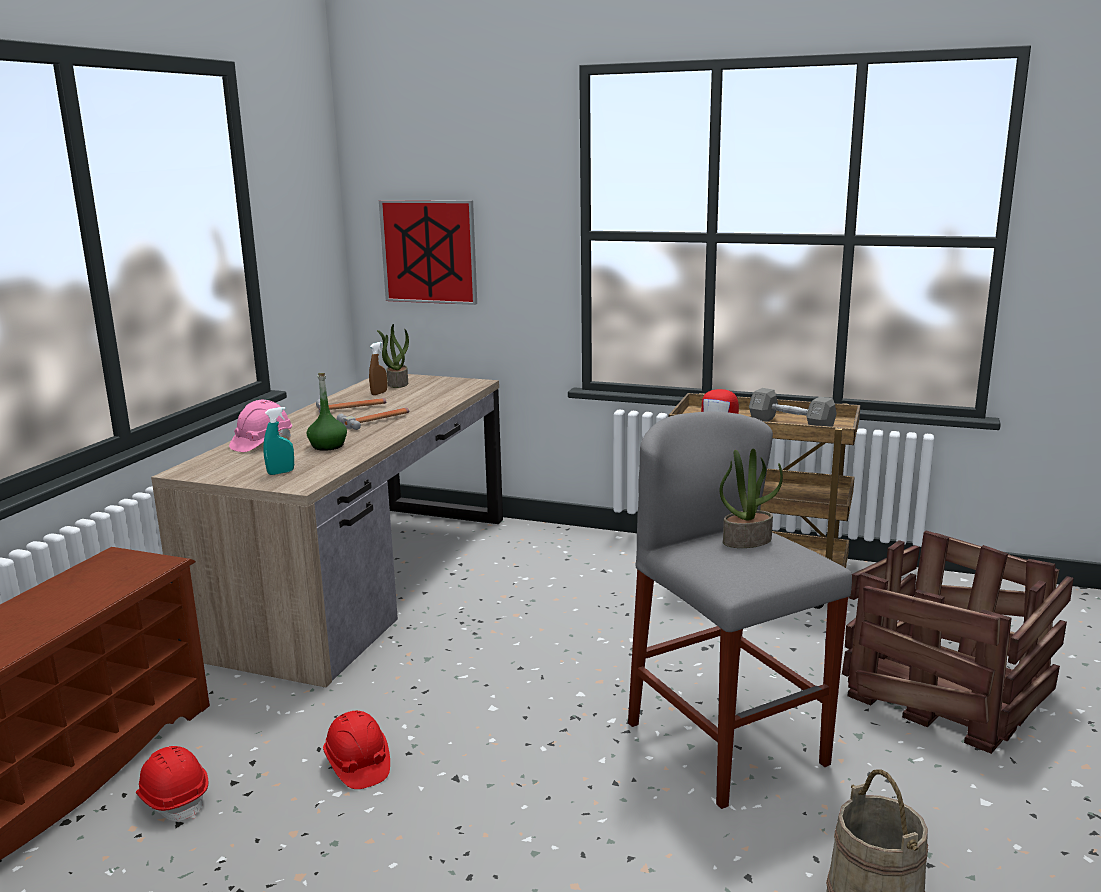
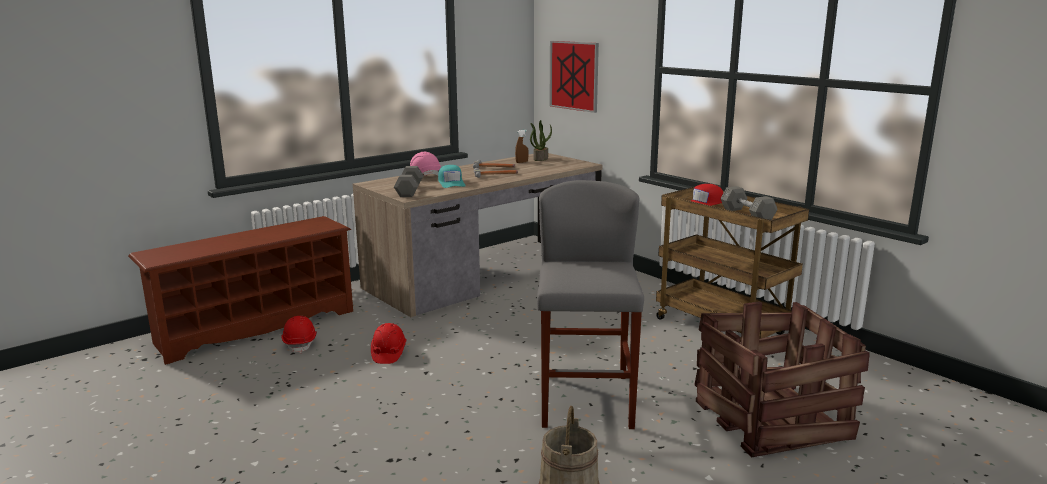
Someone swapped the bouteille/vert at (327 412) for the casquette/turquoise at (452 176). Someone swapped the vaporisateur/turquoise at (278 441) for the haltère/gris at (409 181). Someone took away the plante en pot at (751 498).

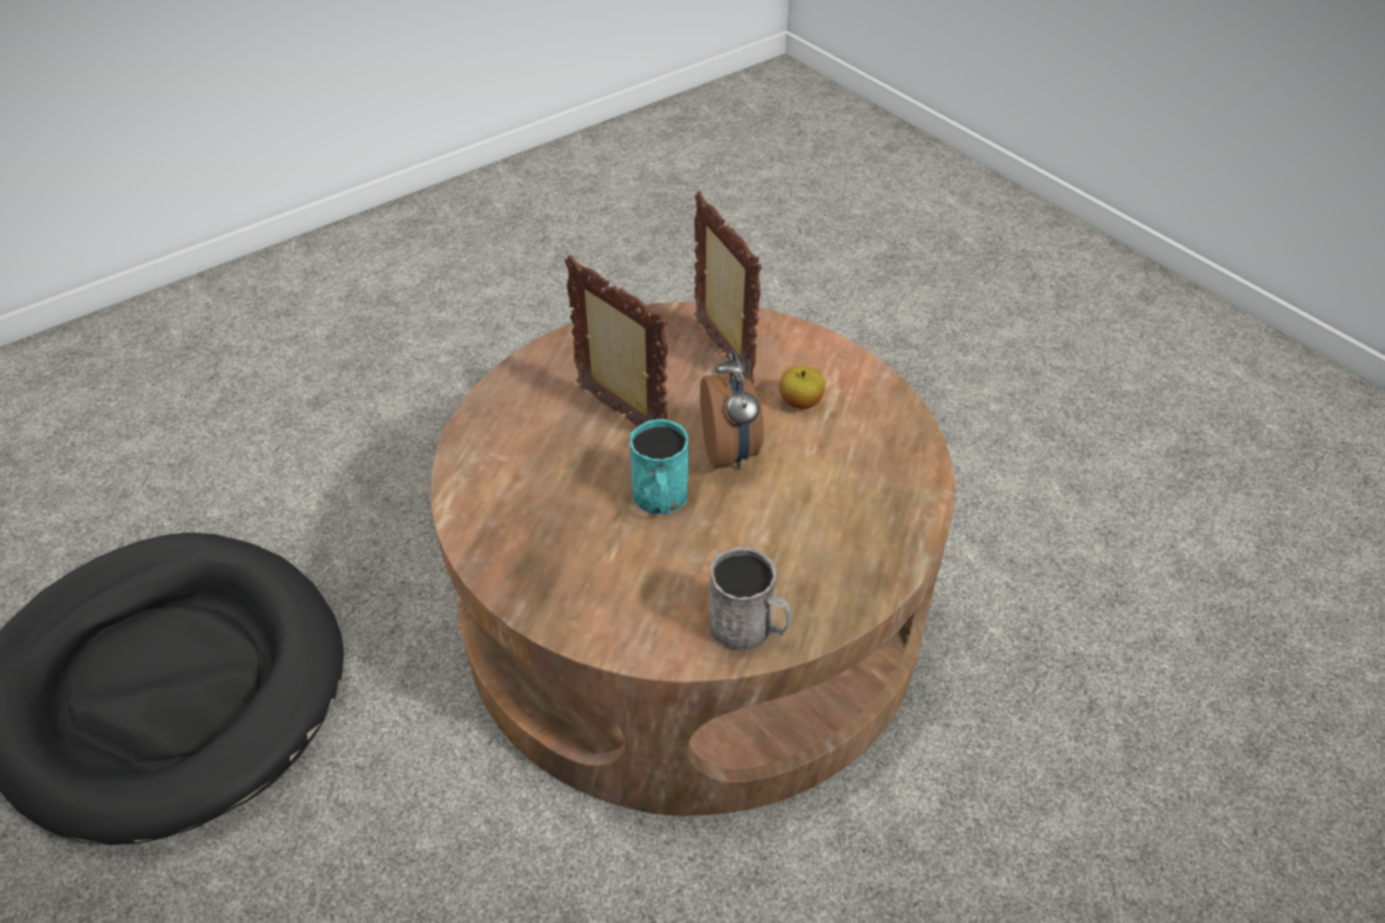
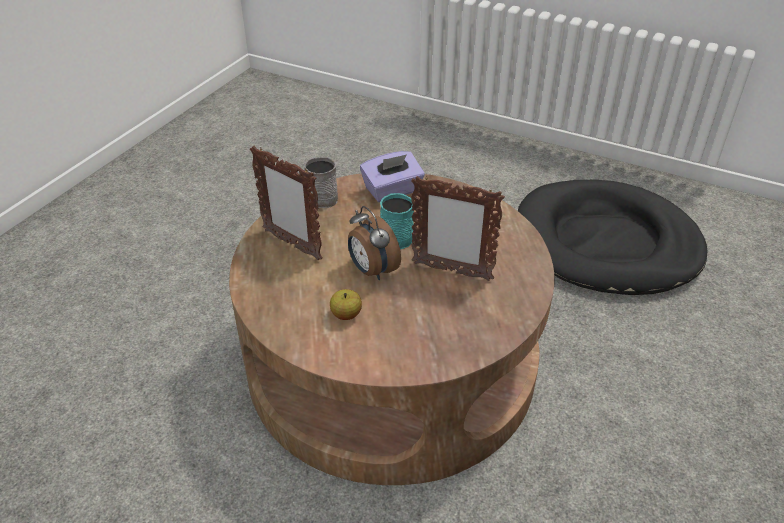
Someone carried the cadre photo from (728 287) to (286 203). Someone put down the boîte à mouchoirs/violet at (392 176).

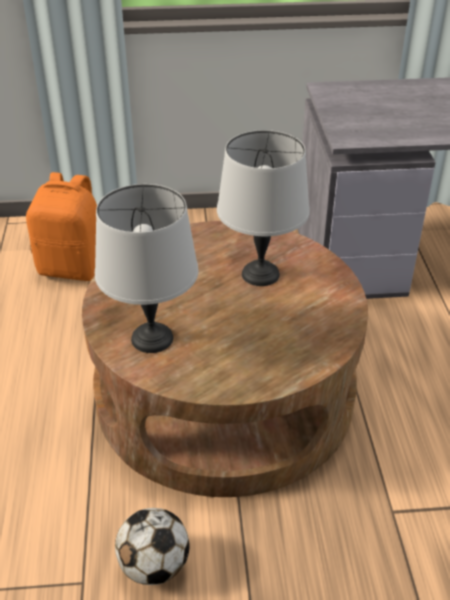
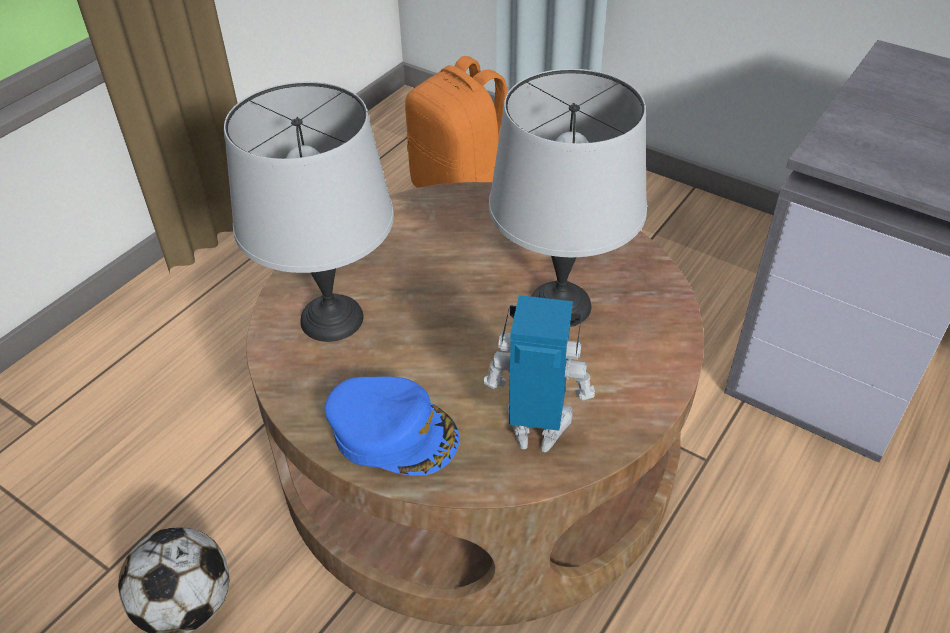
Someone put down the robot jouet at (539 373). Someone put down the casquette/bleu at (392 426).

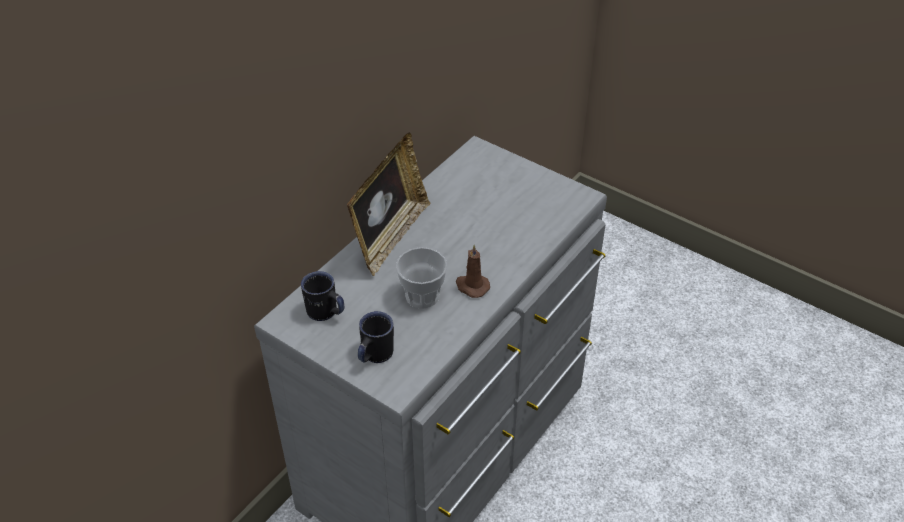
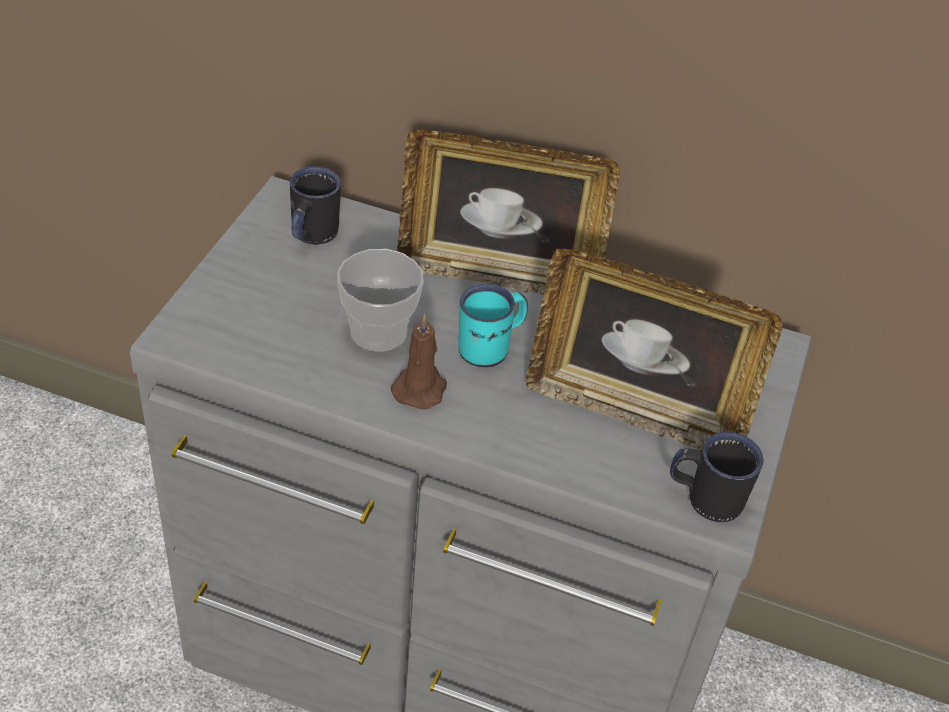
Someone carried the mug/noir from (376 337) to (717 477). Someone put down the cadre photo at (654 349). Someone put down the mug/turquoise at (493 325).

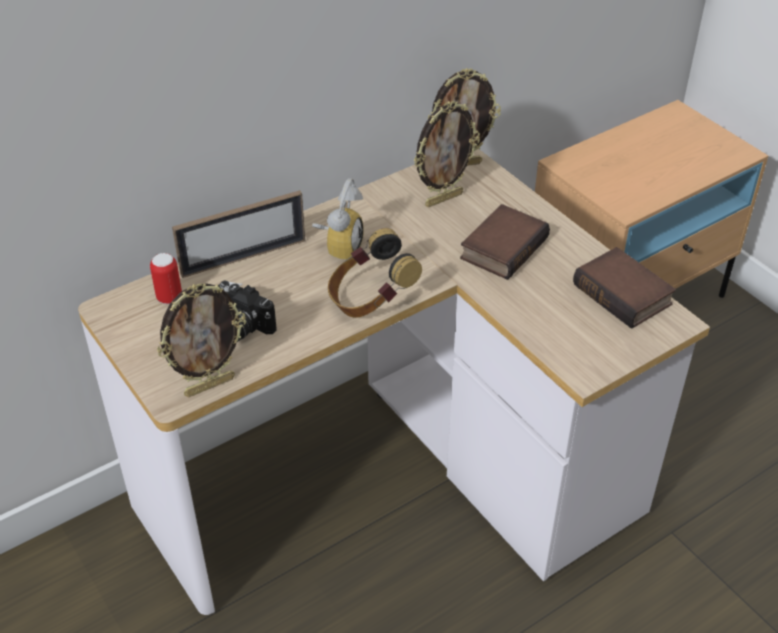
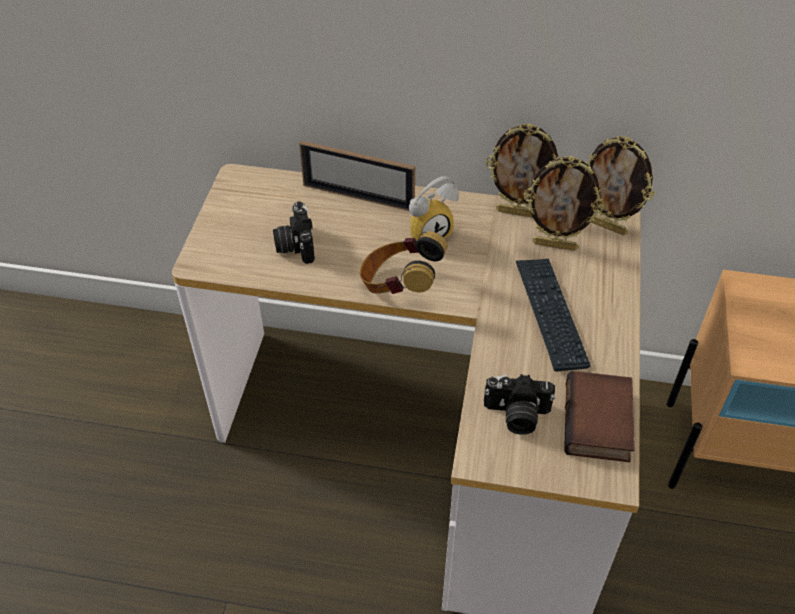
Someone swapped the livre at (505 242) for the clavier at (553 314). Someone took away the boîte métallique at (166 278). Someone carried the cadre photo from (201 340) to (522 171). Someone put down the appareil photo at (519 404).

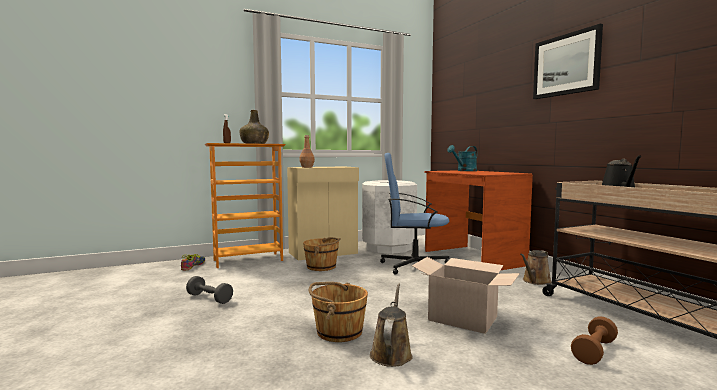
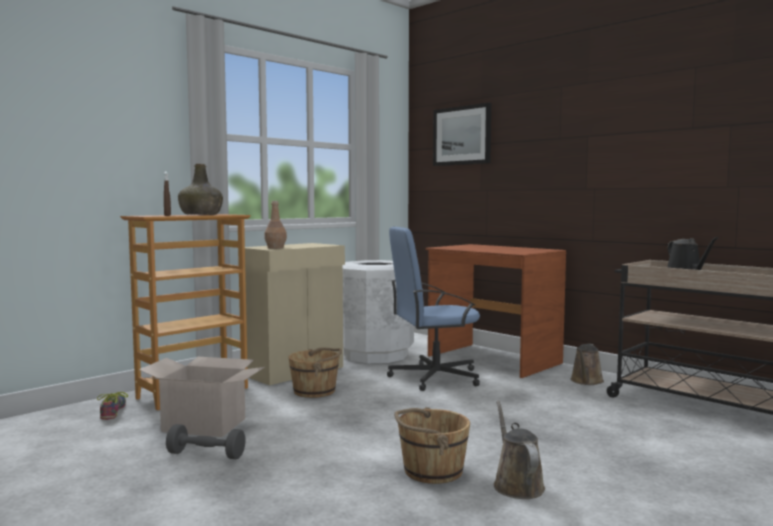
Someone carried the tableau from (568 61) to (462 134). Someone took away the arrosoir/turquoise at (462 158). Someone carried the carton from (466 295) to (201 397). Someone took away the haltère/marron at (594 340).

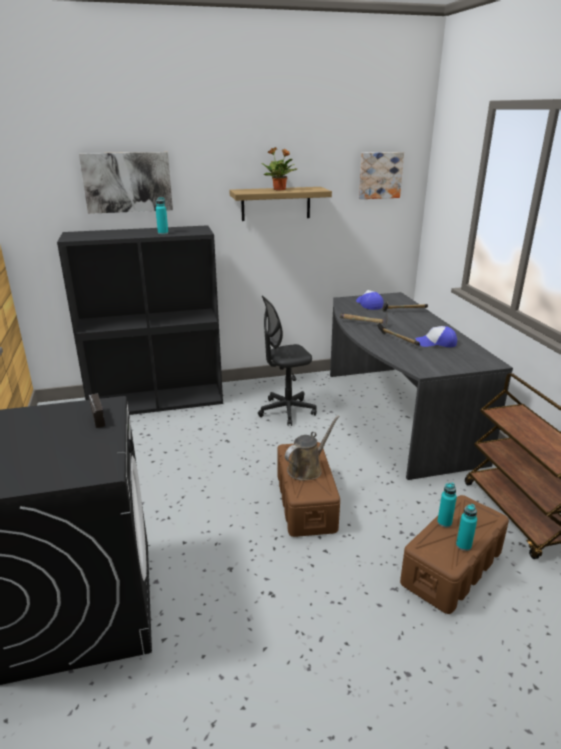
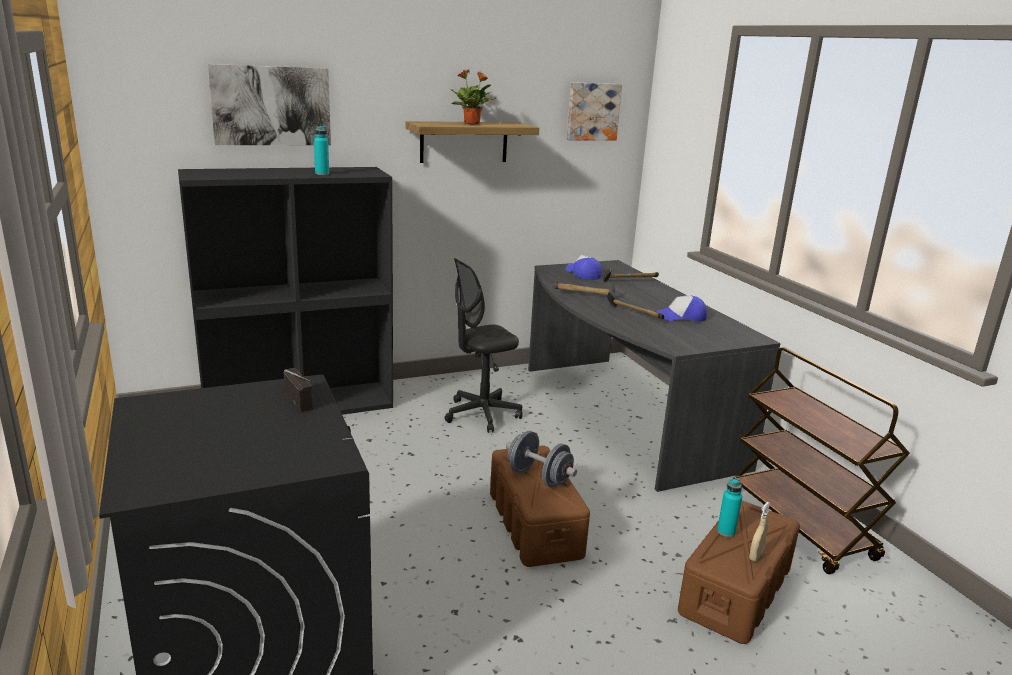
Someone swapped the arrosoir/marron at (312 448) for the haltère/gris at (541 459). Someone swapped the bouteille/turquoise at (466 527) for the vaporisateur/beige at (760 531).

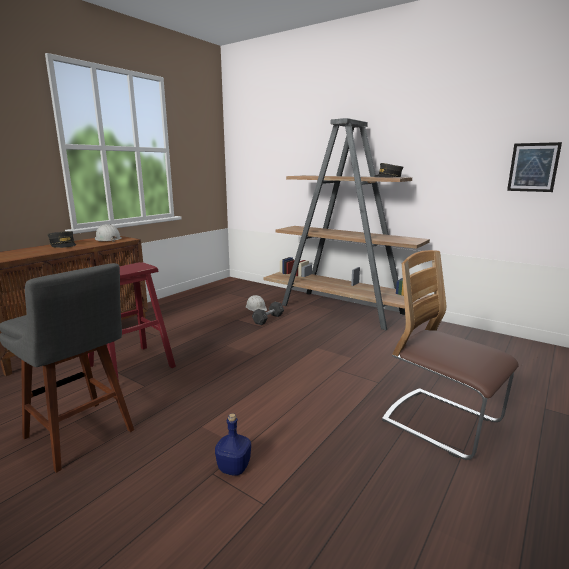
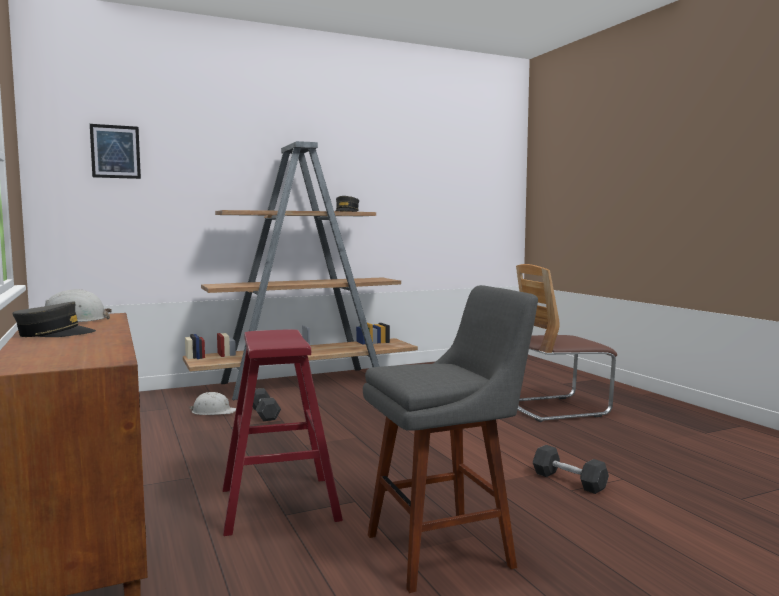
Someone carried the tableau from (534 167) to (115 151). Someone swapped the bouteille/bleu at (233 444) for the haltère/gris at (571 469).

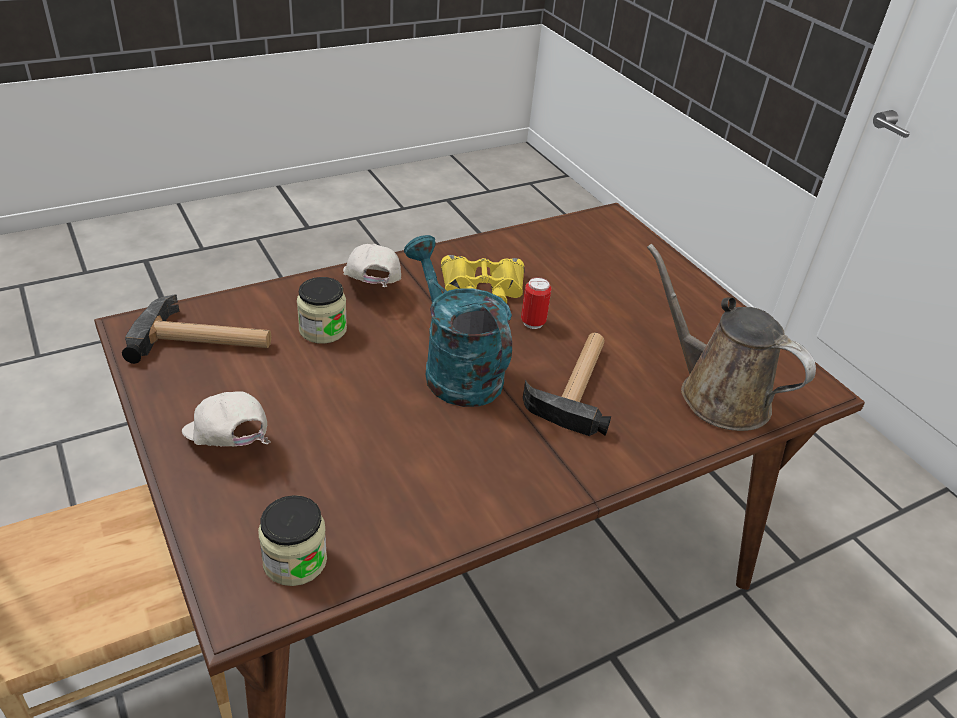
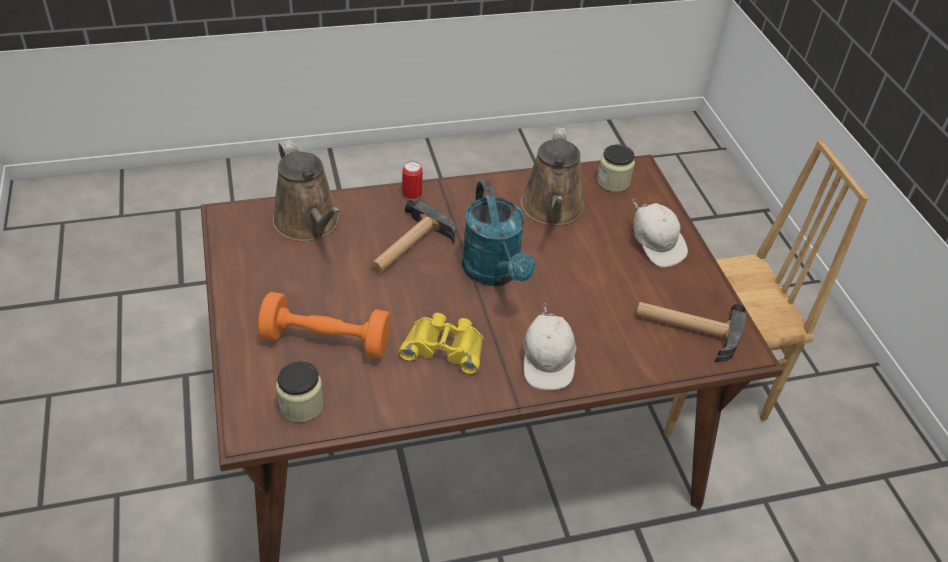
Someone carried the bocal from (322 310) to (299 391). Someone carried the boîte métallique from (536 303) to (412 181). Someone put down the arrosoir/marron at (552 176). Someone put down the haltère/orange at (324 325).

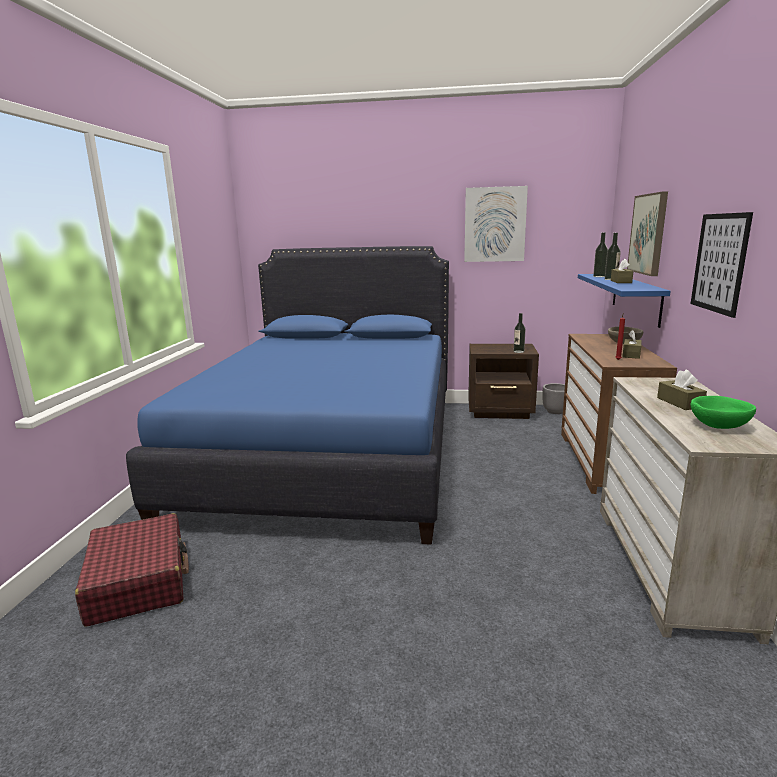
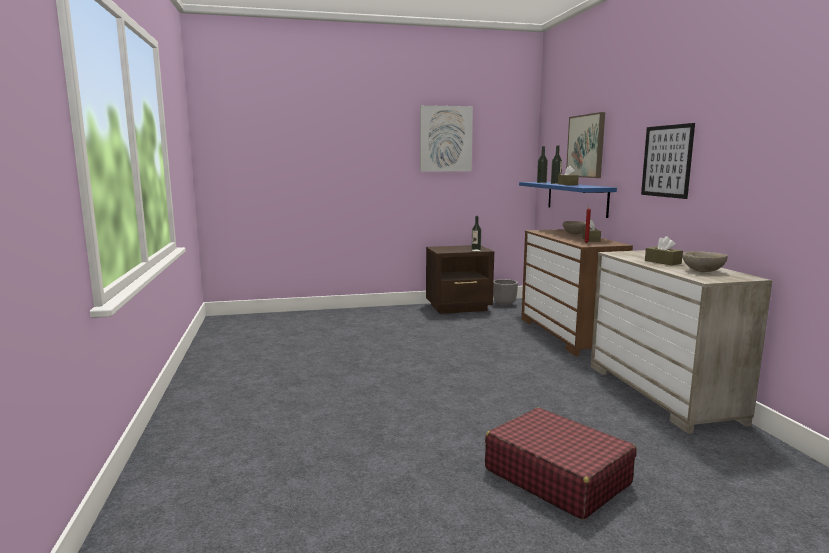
Someone took away the lit/bleu at (287 395). Someone repainted the bol/vert at (723 412), which became the bol/beige at (705 261). Someone carried the valise/rouge from (132 570) to (561 464).

